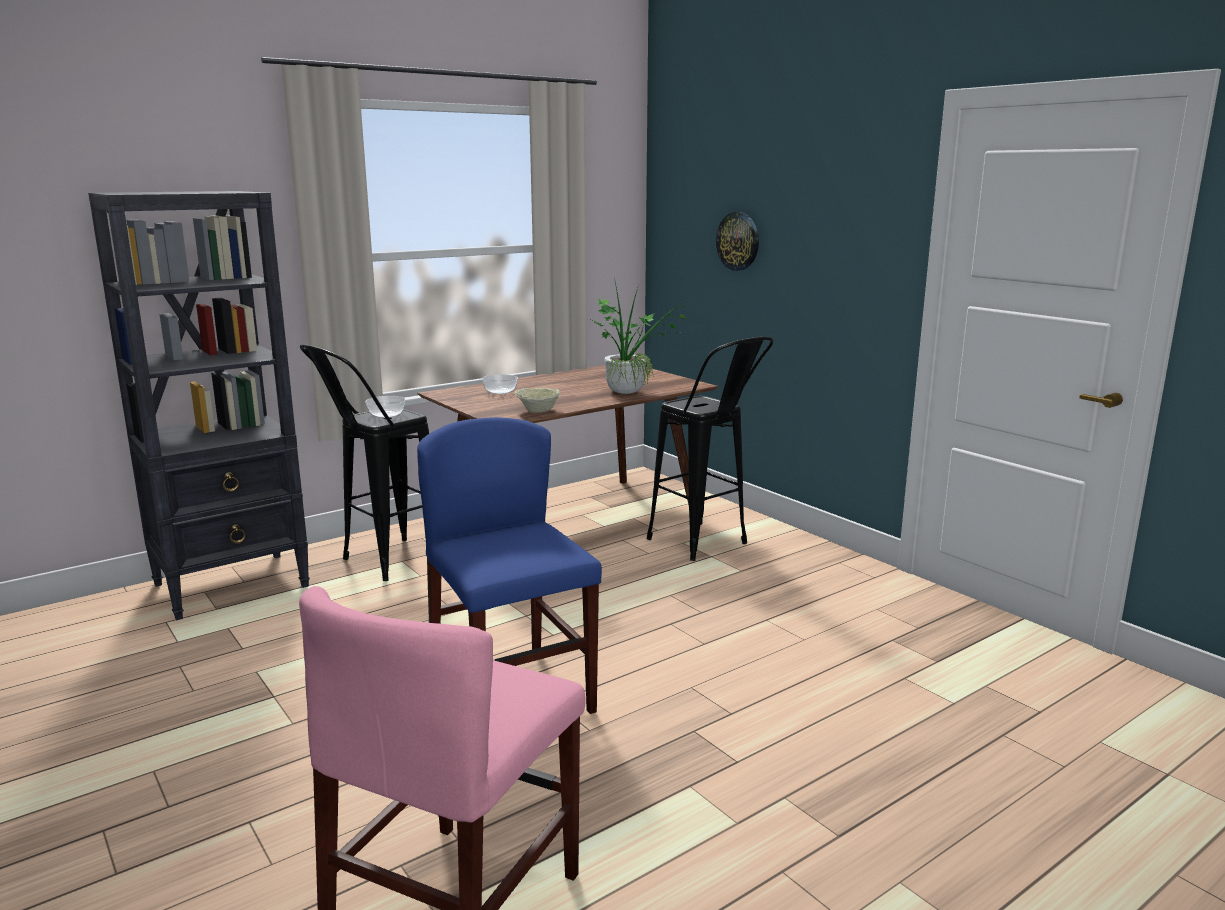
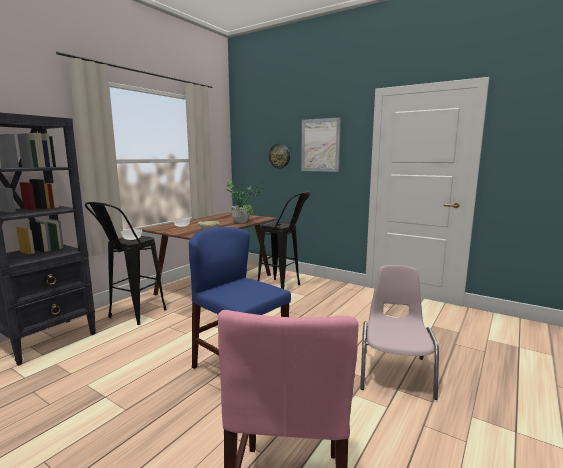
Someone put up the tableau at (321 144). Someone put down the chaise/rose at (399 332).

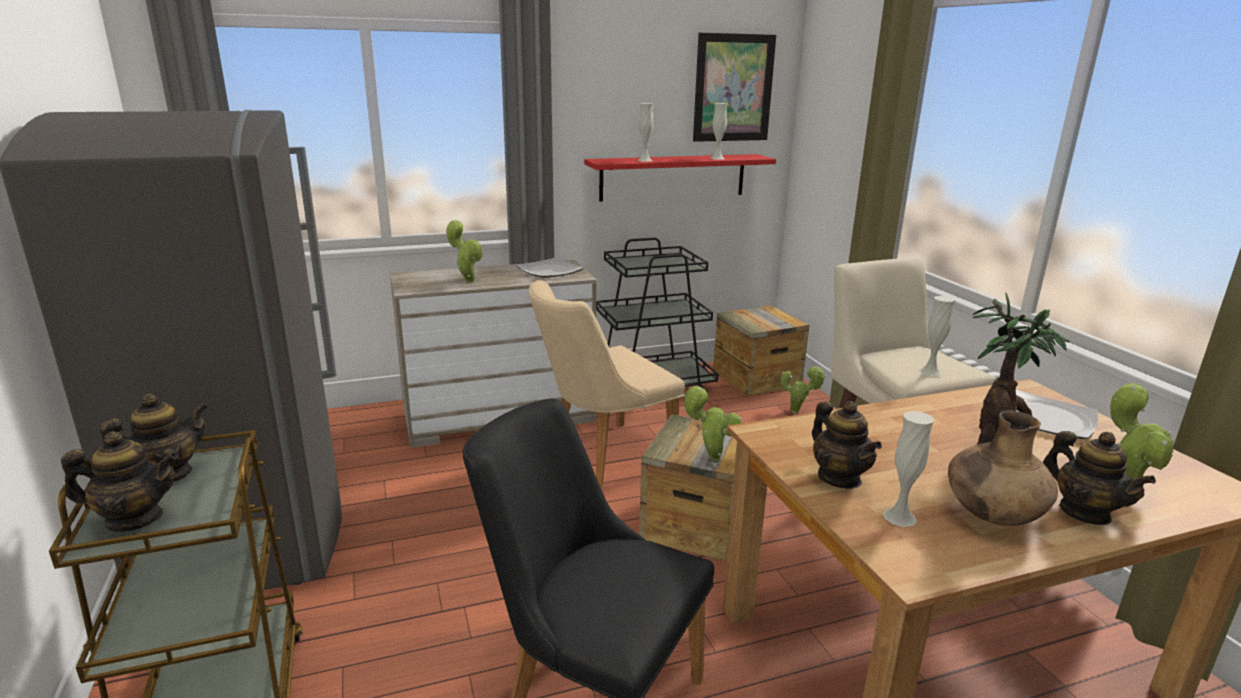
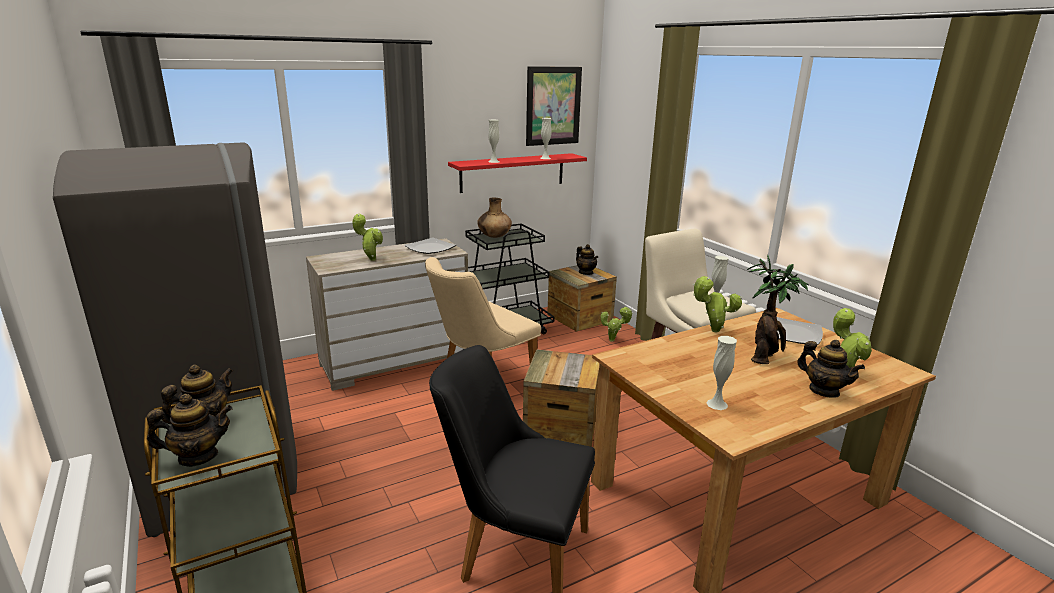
Someone carried the plante en pot from (712 423) to (717 304). Someone carried the théière from (847 445) to (587 259). Someone carried the vase/marron from (1003 468) to (494 218).

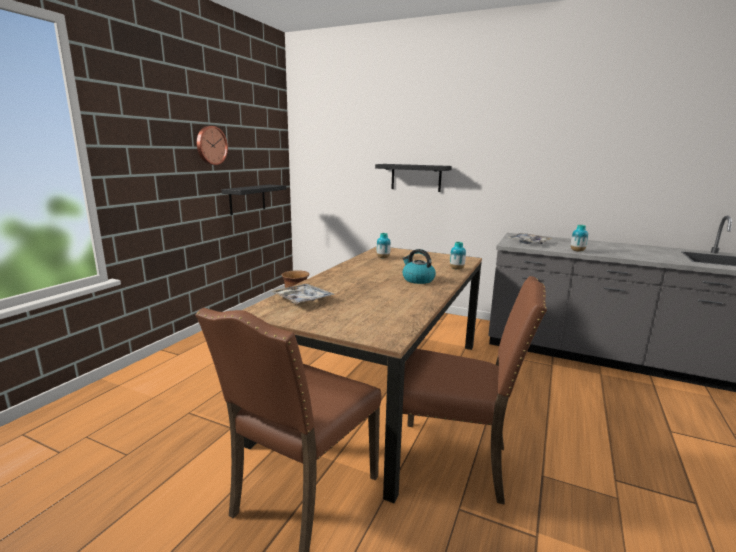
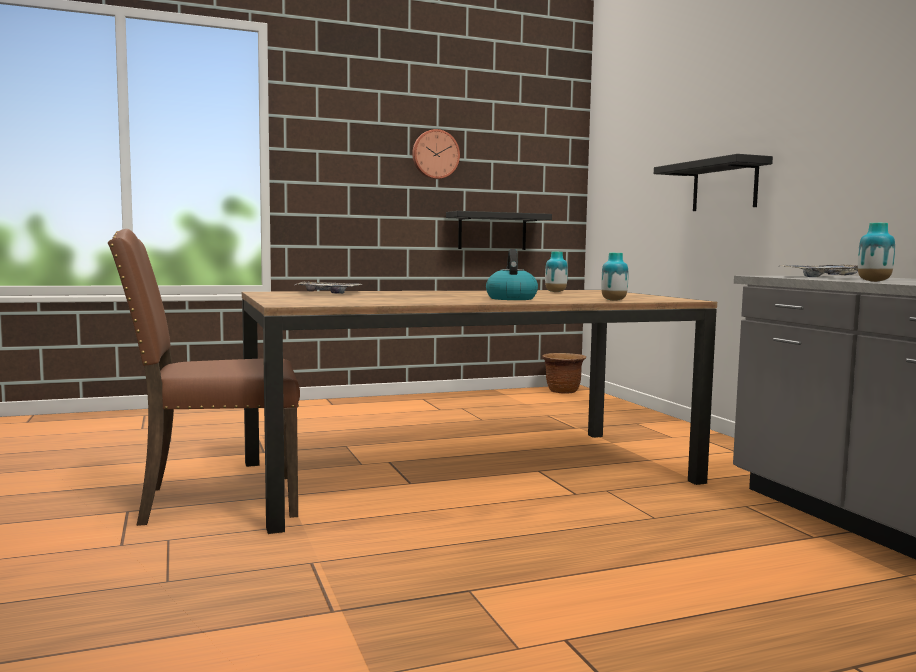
Someone took away the chaise/marron at (475 390).

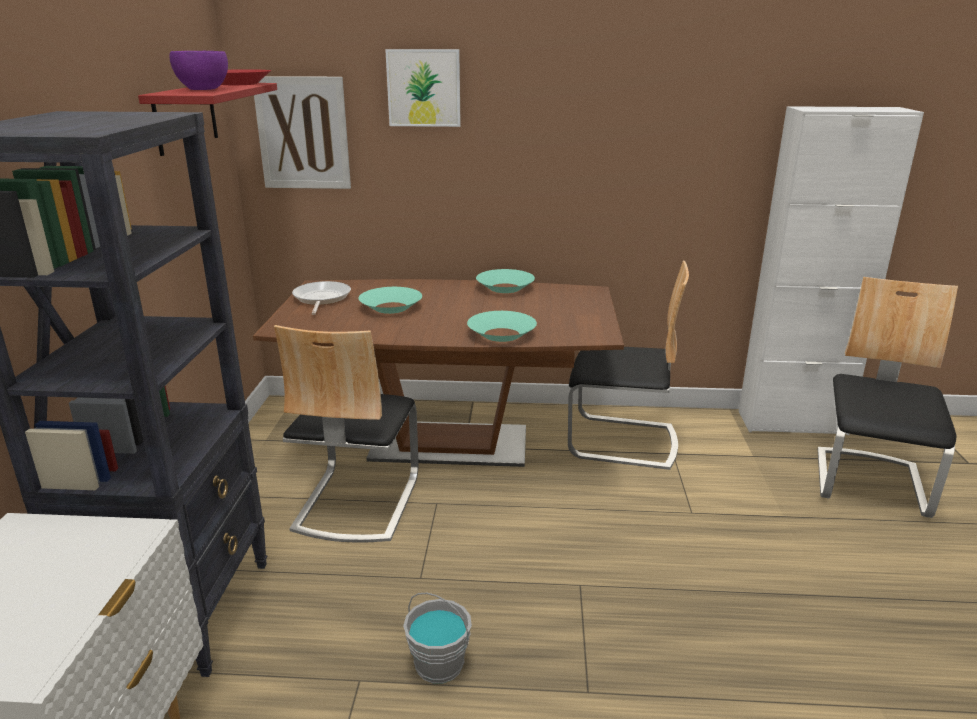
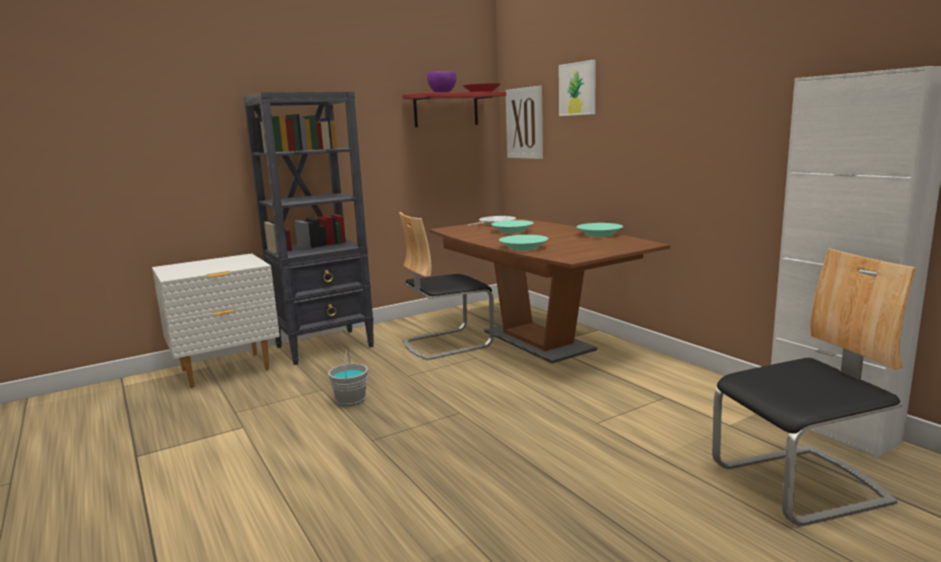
Someone took away the chaise at (628 365).

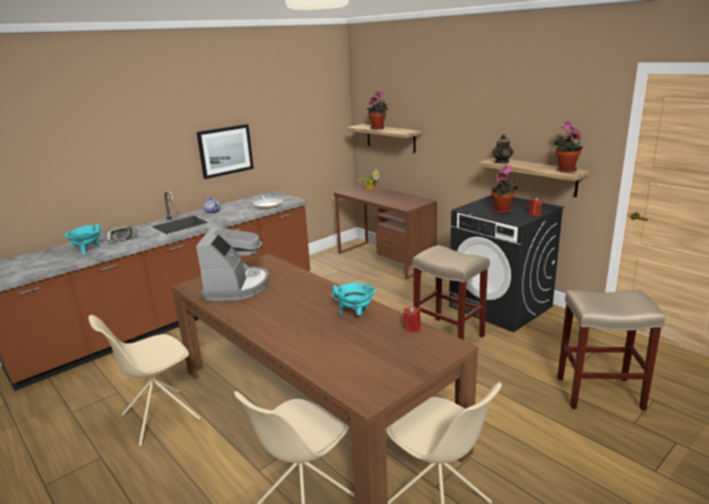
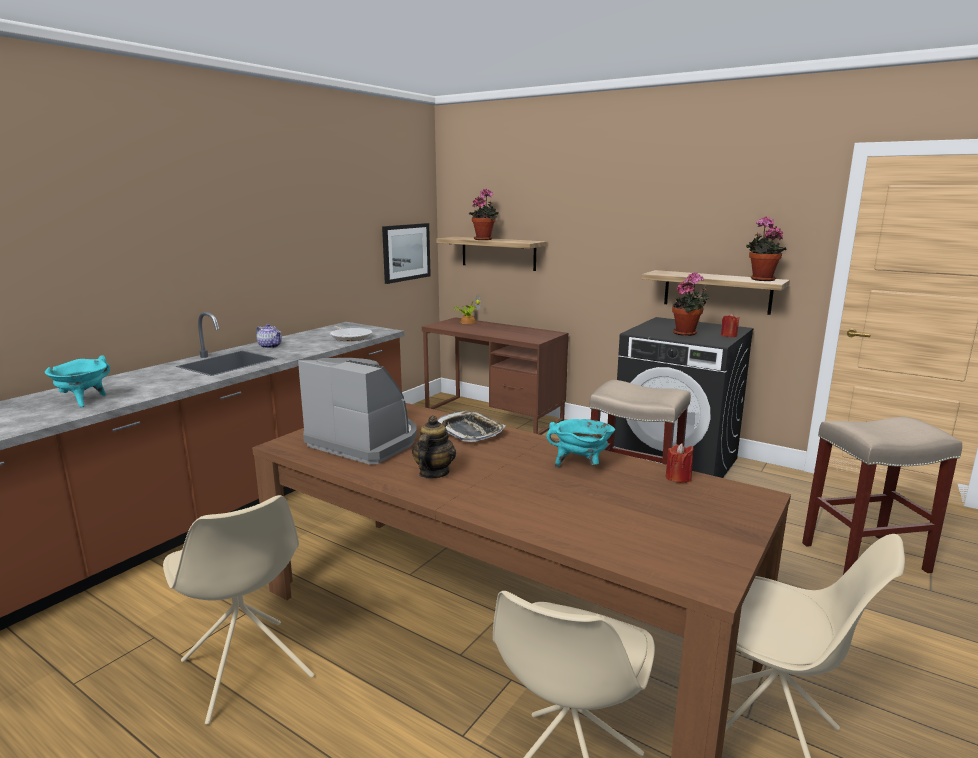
Someone carried the tableau from (225 151) to (406 253). Someone carried the théière from (502 148) to (434 447). Someone carried the plateau from (121 233) to (471 426). Someone rotated the machine à café at (232 264) by 45 degrees counterclockwise. Someone rotated the chaise/beige at (144 380) by 75 degrees counterclockwise.

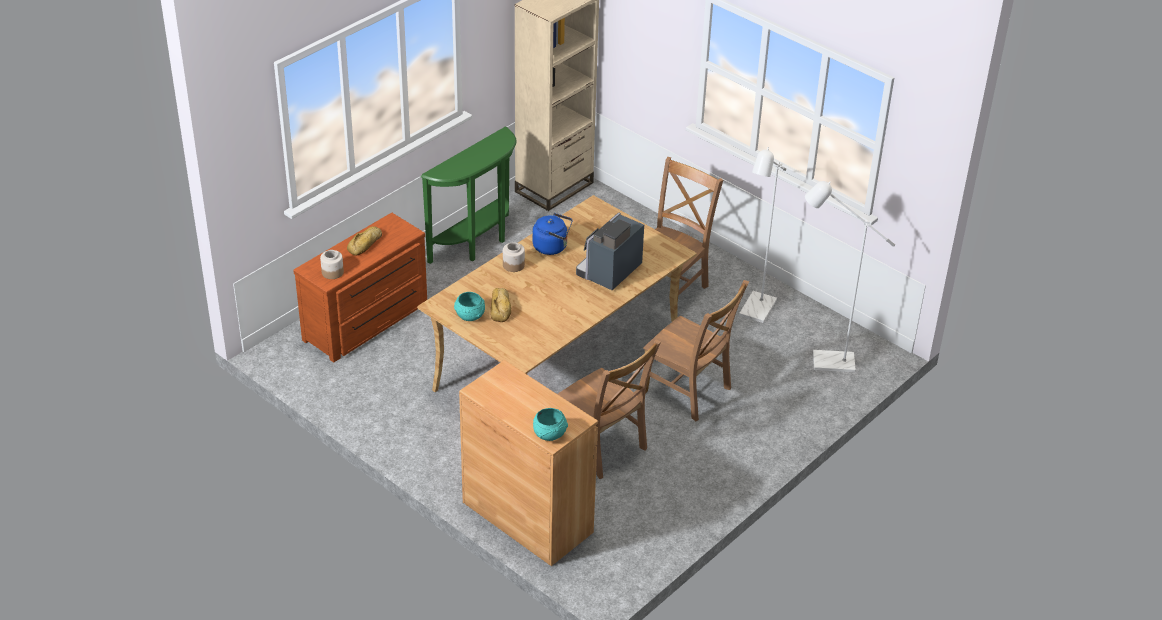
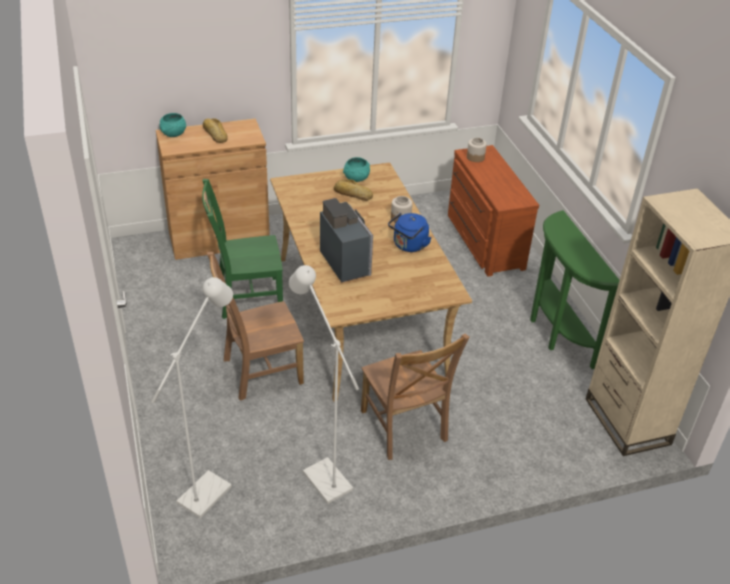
Someone carried the pain from (364 241) to (215 130). Someone repainted the chaise/marron at (609 409), which became the chaise/vert at (242 249).

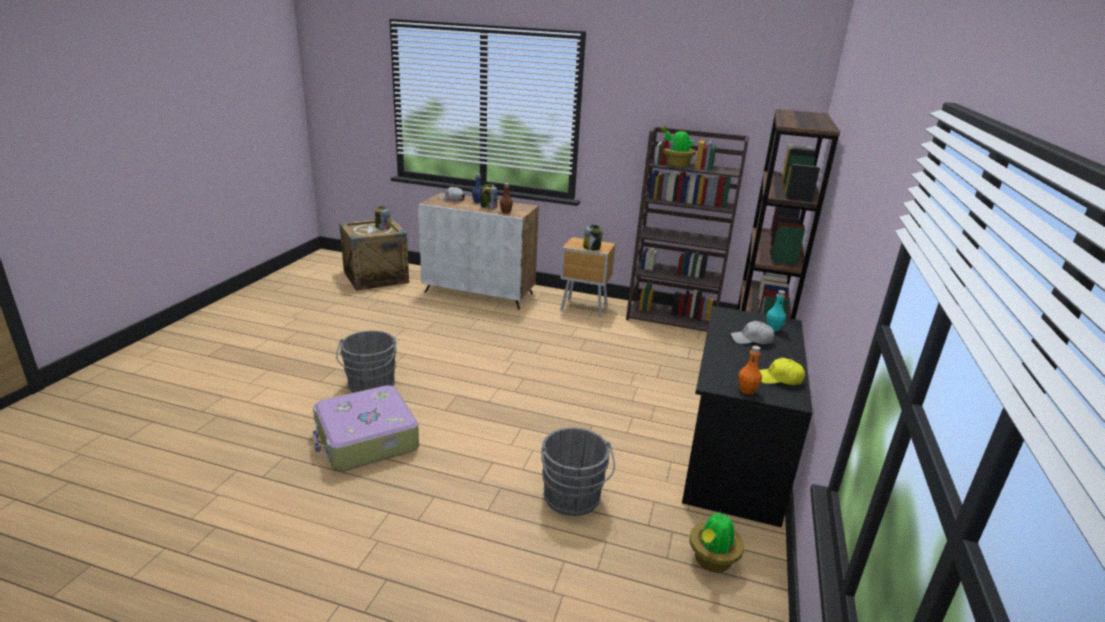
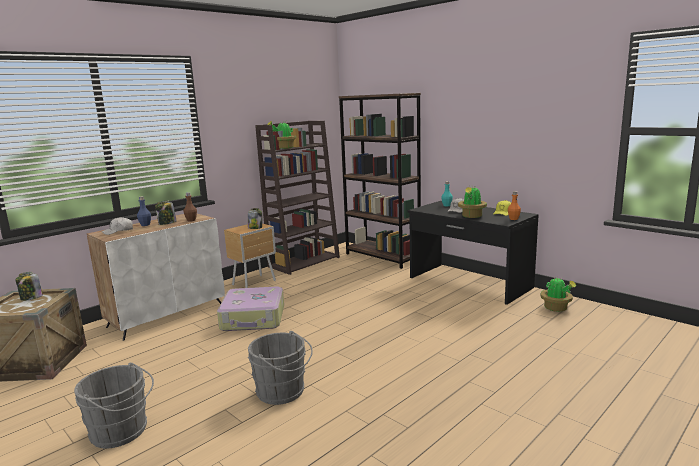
Someone carried the valise from (366 428) to (250 309). Someone carried the seau/gris from (578 472) to (114 405). Someone put down the plante en pot at (472 202).

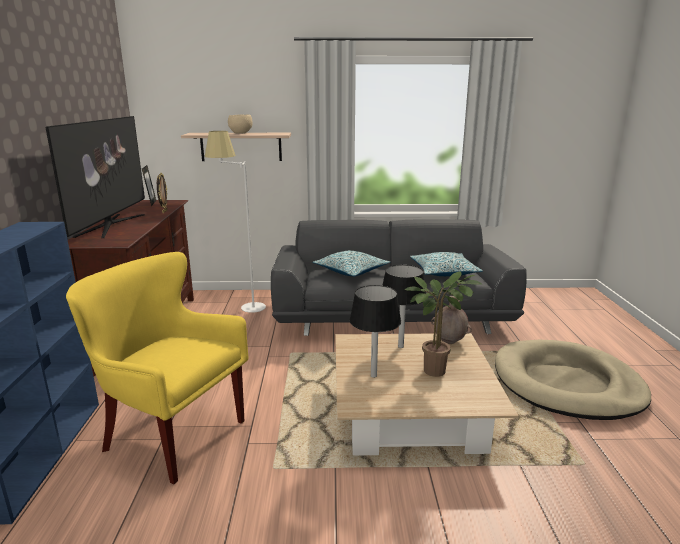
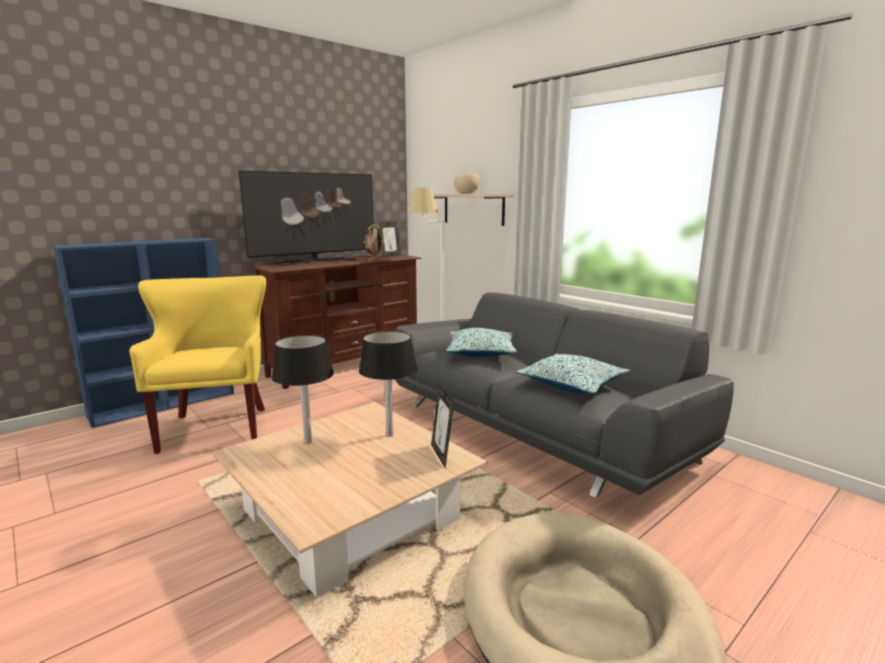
Someone took away the plante en pot at (443 324). Someone swapped the vase/marron at (451 320) for the cadre photo at (442 426).

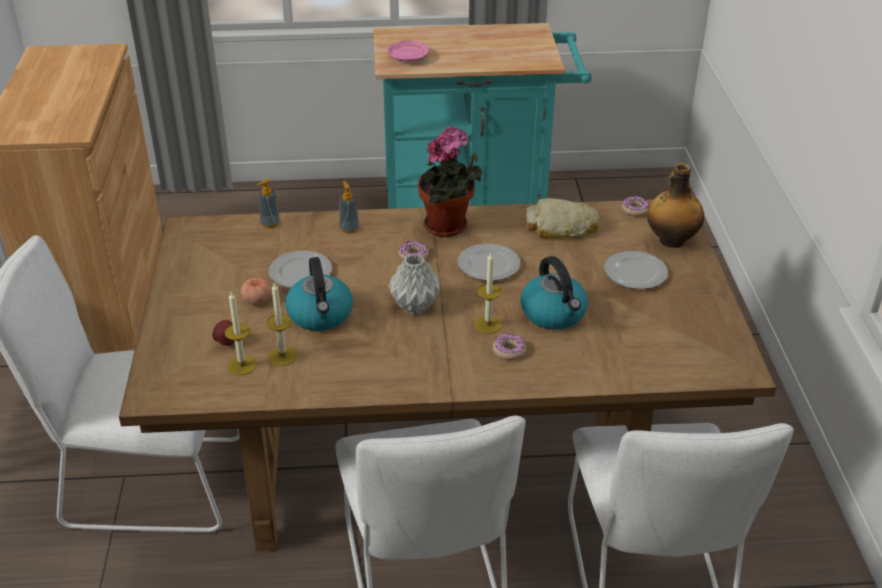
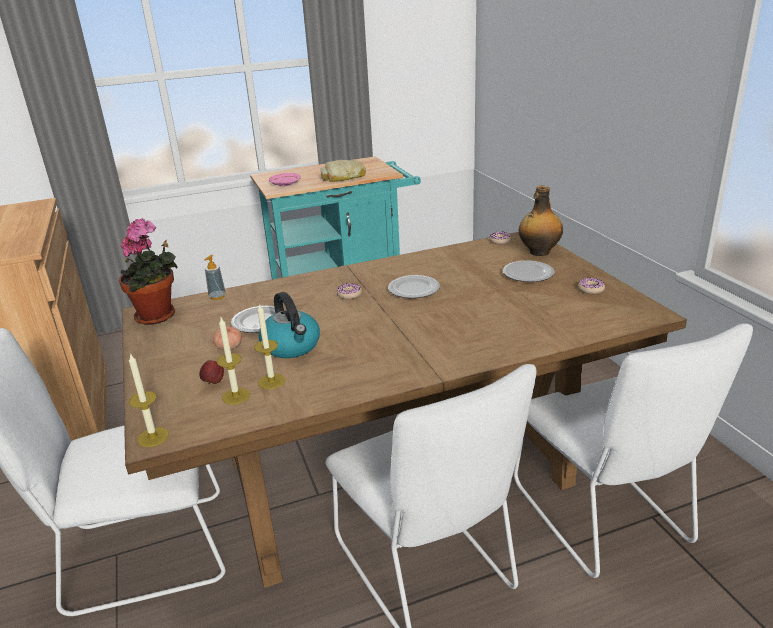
Someone carried the plante en pot from (450 181) to (148 271). Someone took away the distributeur de savon at (349 207). Someone carried the pain from (563 218) to (343 171). Someone carried the bougie from (488 293) to (149 400). Someone took away the vase/gris at (414 284). Someone took away the bouilloire at (554 293). Someone carried the beignet from (509 347) to (591 286).

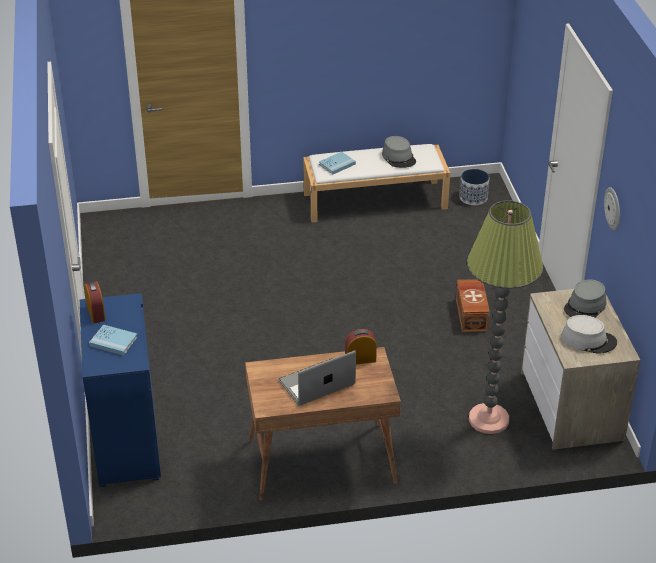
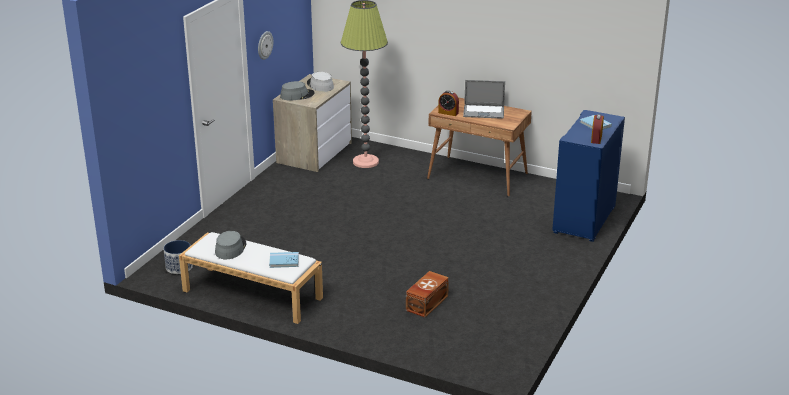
Someone carried the boîte de rangement/marron from (473 305) to (427 294).

